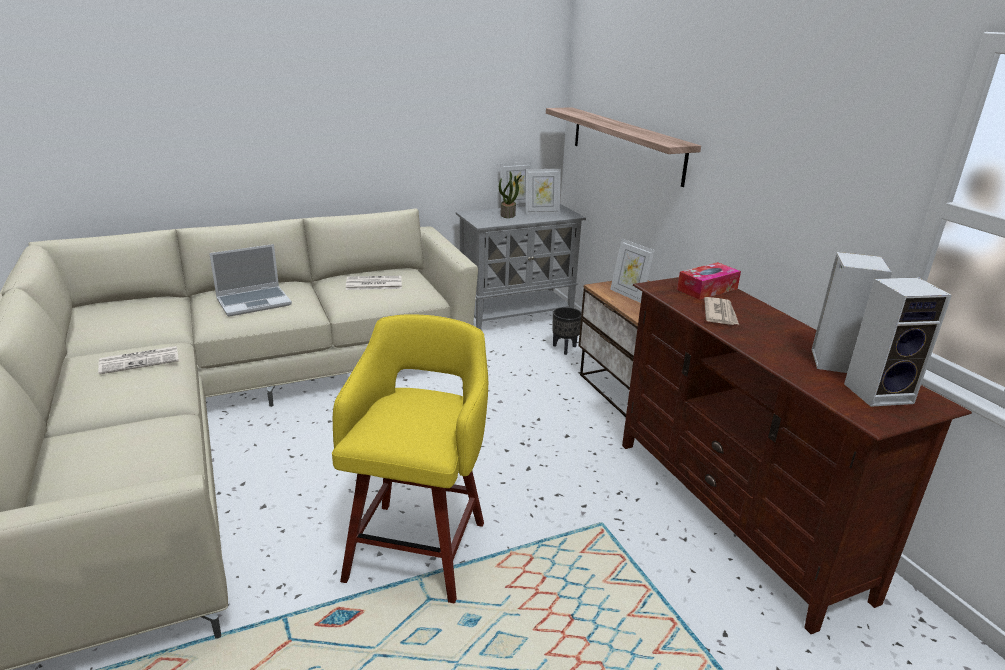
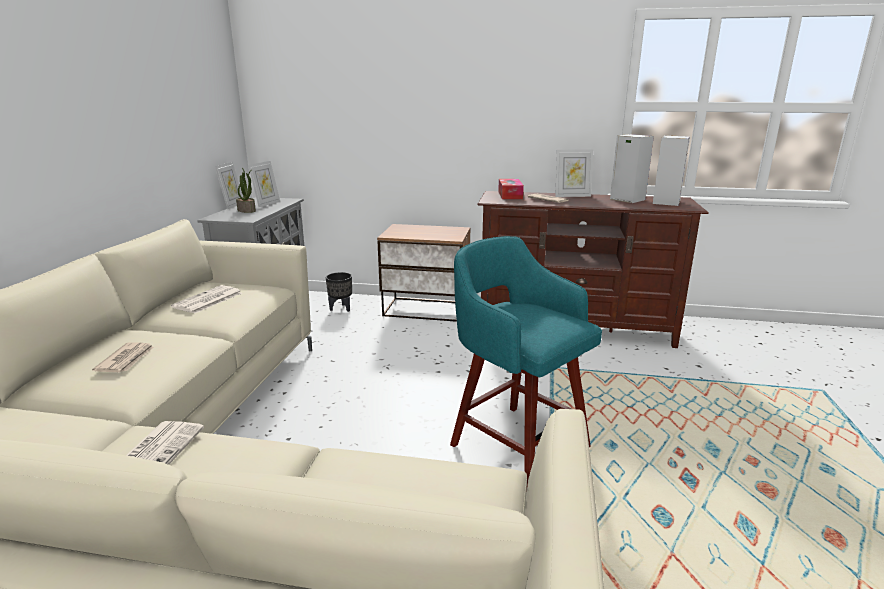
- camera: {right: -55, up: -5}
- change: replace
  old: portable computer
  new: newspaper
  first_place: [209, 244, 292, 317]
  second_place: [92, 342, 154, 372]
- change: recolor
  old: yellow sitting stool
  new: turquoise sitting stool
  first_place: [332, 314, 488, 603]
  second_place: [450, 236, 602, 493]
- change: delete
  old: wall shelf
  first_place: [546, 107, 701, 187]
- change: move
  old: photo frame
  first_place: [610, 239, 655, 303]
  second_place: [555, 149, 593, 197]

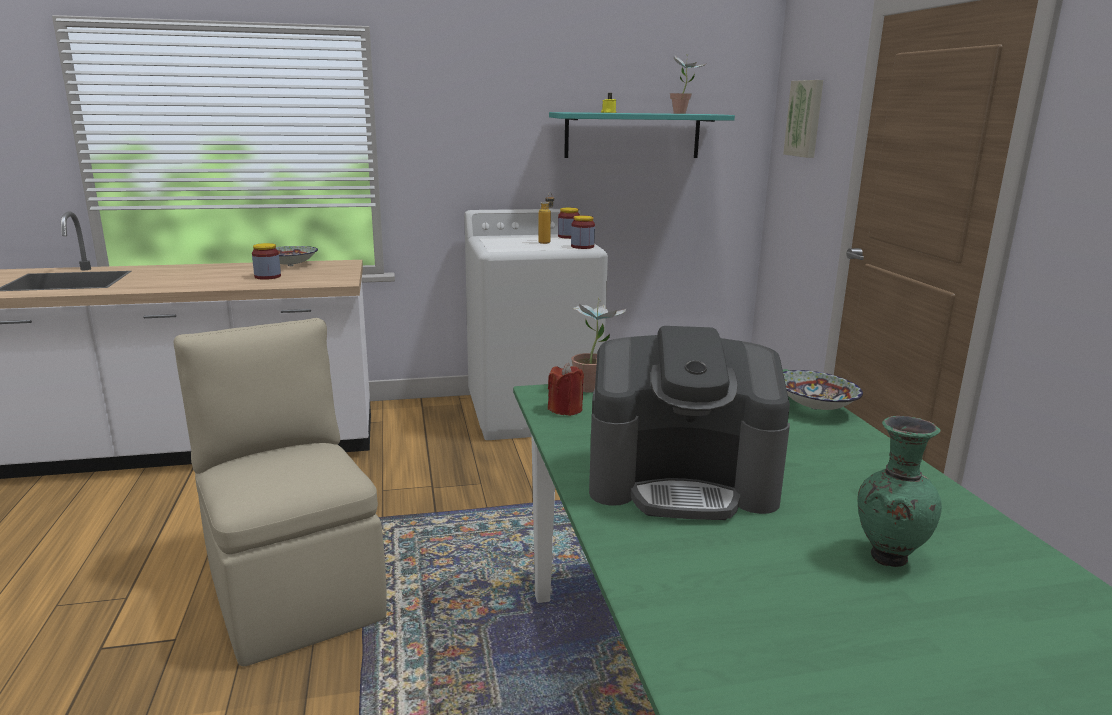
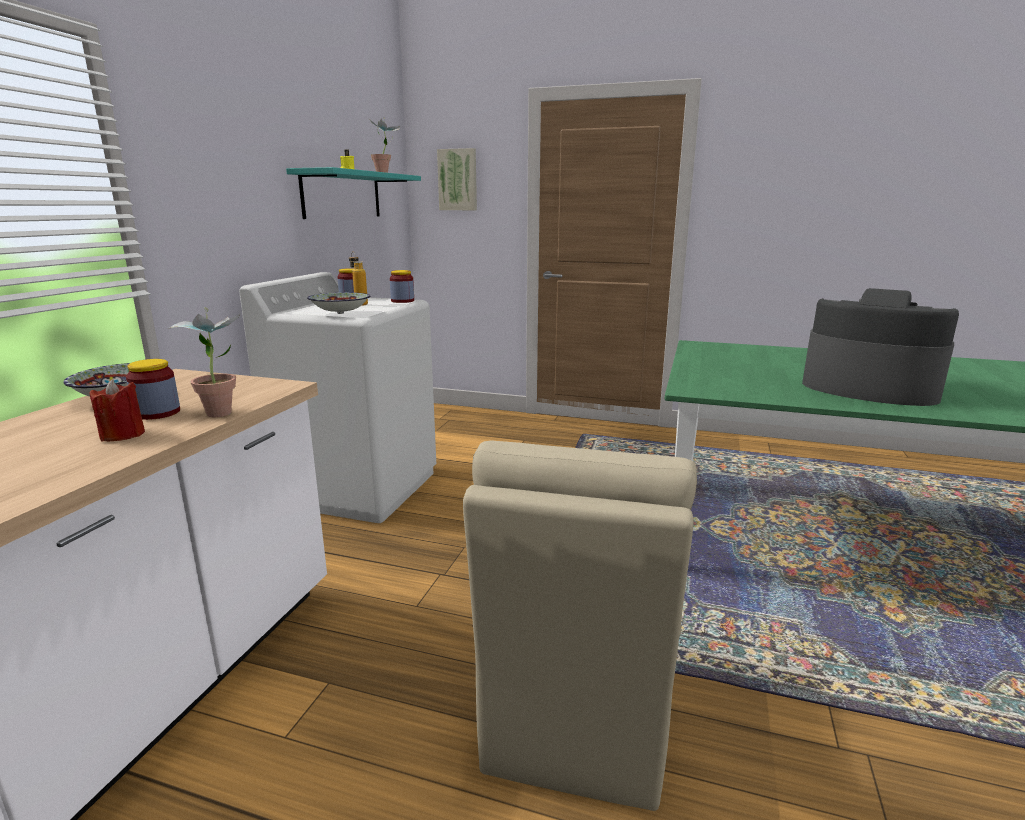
- camera: {right: -60, up: 0}
- change: rotate
  old: beige-coloured chair
  first_place: [174, 318, 387, 666]
  second_place: [463, 441, 697, 811]
  degrees: -75
- change: move
  old: reddish wax light
  first_place: [548, 363, 584, 416]
  second_place: [90, 379, 145, 442]
- change: move
  old: houseplant
  first_place: [571, 298, 626, 393]
  second_place: [169, 308, 240, 417]
- change: rotate
  old: coffee machine
  first_place: [589, 326, 790, 520]
  second_place: [802, 288, 959, 406]
  degrees: -90
- change: move
  old: bowl
  first_place: [783, 370, 863, 410]
  second_place: [307, 292, 370, 314]
- change: delete
  old: green decorative vase
  first_place: [857, 416, 942, 567]

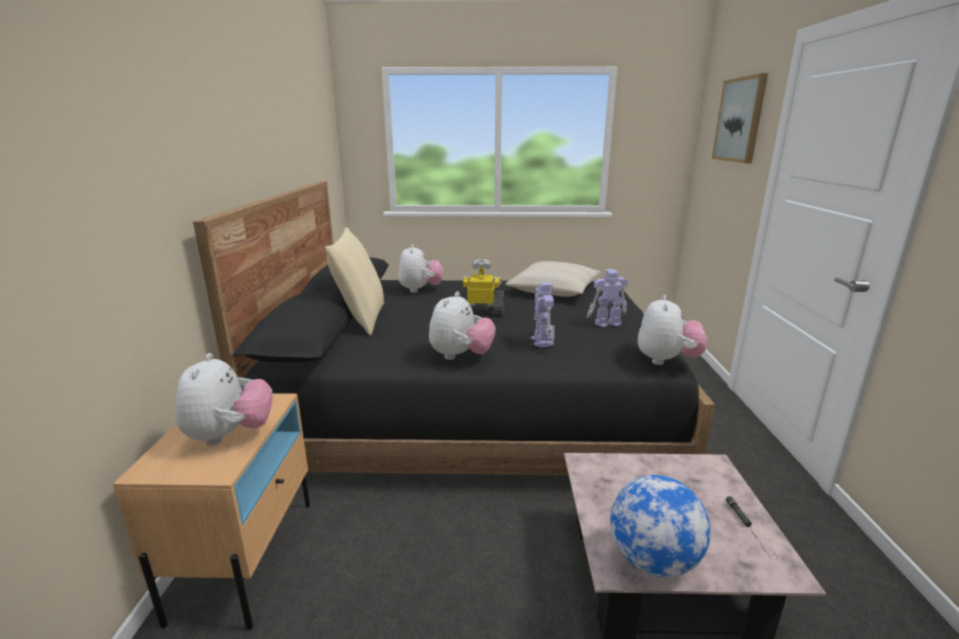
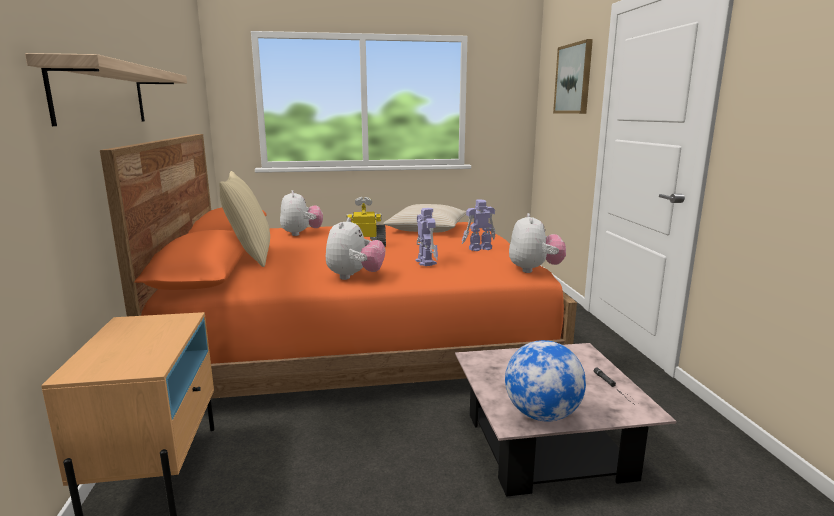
- camera: {right: -10, up: -5}
- change: delete
  old: soft toy
  first_place: [175, 353, 273, 446]
- change: recolor
  old: black bed
  new: orangey bed
  first_place: [193, 181, 715, 475]
  second_place: [100, 134, 577, 399]
- change: insert
  new: wall shelf
  second_place: [25, 53, 187, 126]

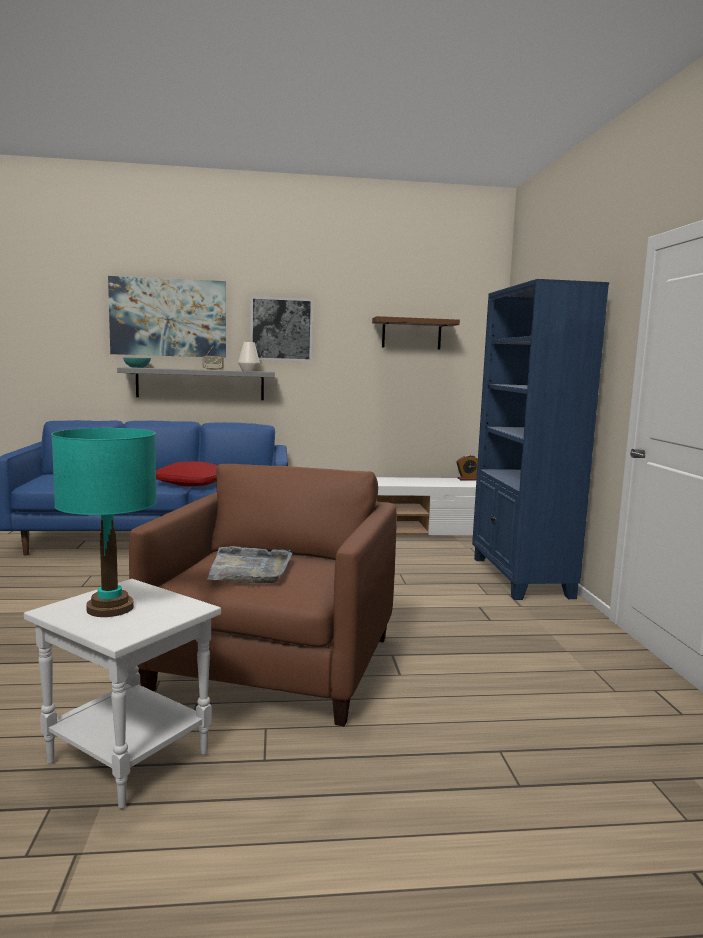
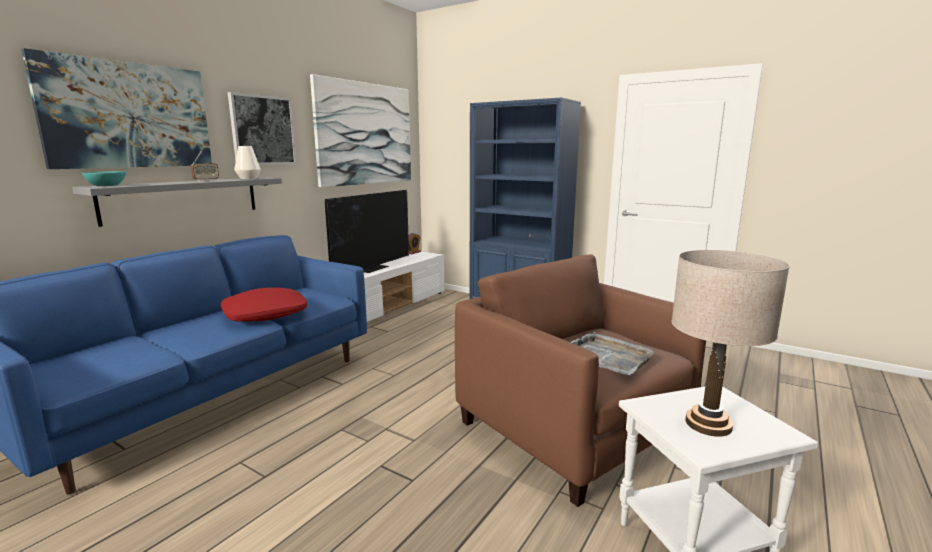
- camera: {right: -50, up: 5}
- change: recolor
  old: turquoise table lamp
  new: beige-coloured table lamp
  first_place: [51, 428, 157, 617]
  second_place: [671, 250, 790, 437]
- change: replace
  old: brown wall shelf
  new: wall picture
  first_place: [372, 316, 460, 350]
  second_place: [310, 74, 411, 187]
- change: insert
  new: TV set
  second_place: [325, 190, 409, 273]

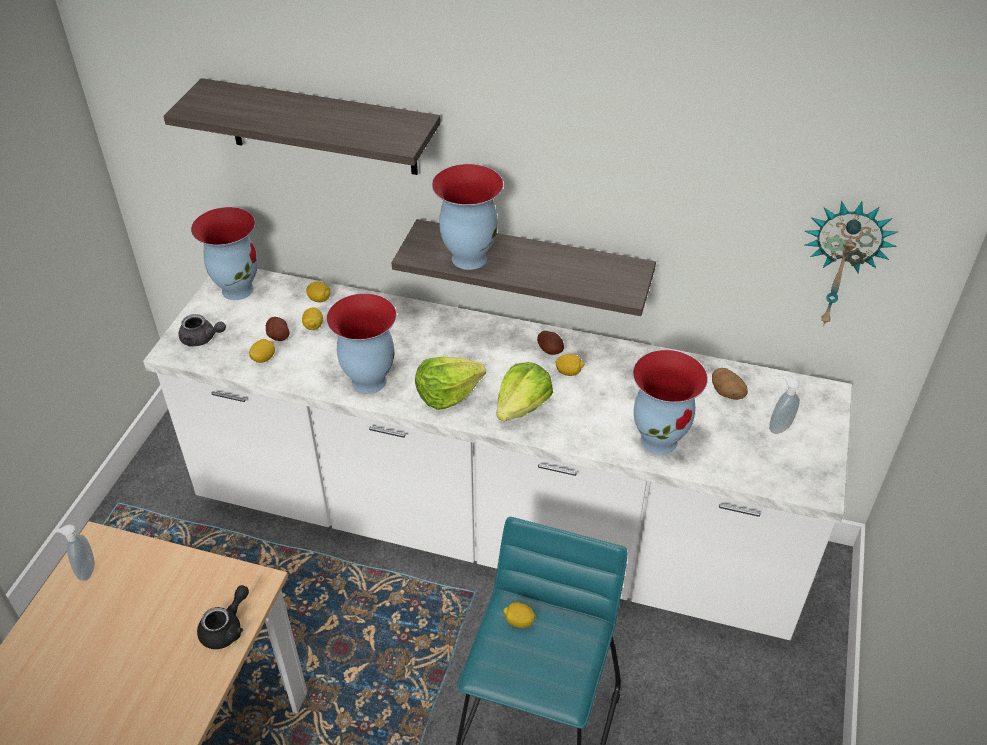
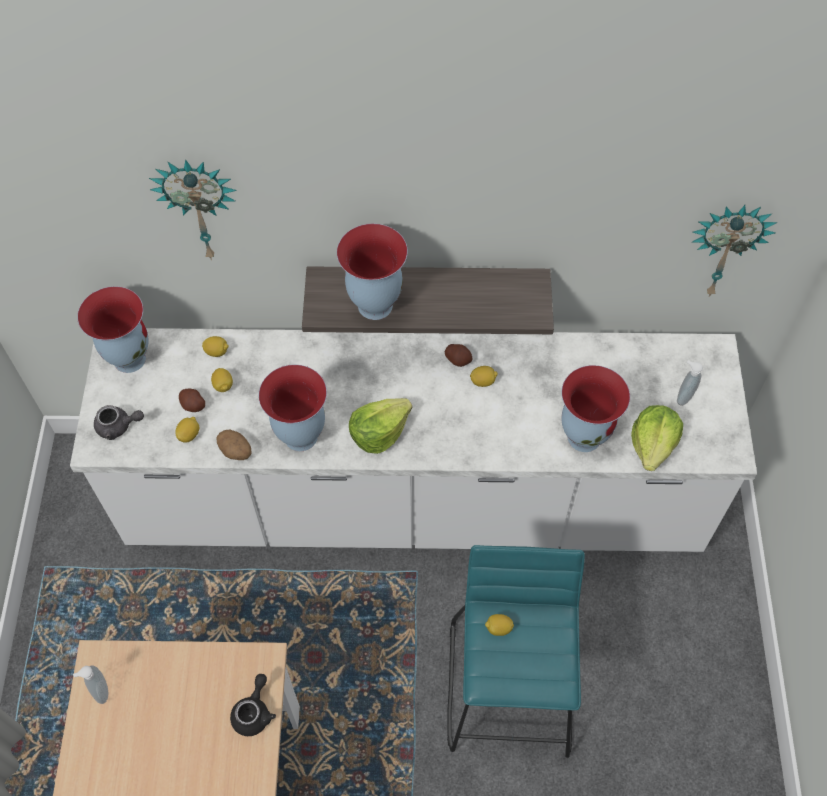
- camera: {right: -15, up: 15}
- change: replace
  old: wall shelf
  new: hanging clock
  first_place: [163, 78, 441, 175]
  second_place: [149, 159, 237, 260]
- change: move
  old: lettuce
  first_place: [496, 362, 553, 421]
  second_place: [631, 405, 683, 471]
- change: move
  old: spud
  first_place: [712, 368, 748, 400]
  second_place: [216, 430, 251, 460]

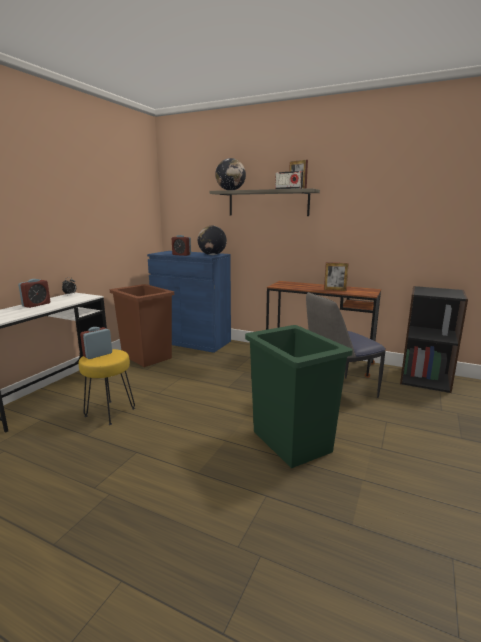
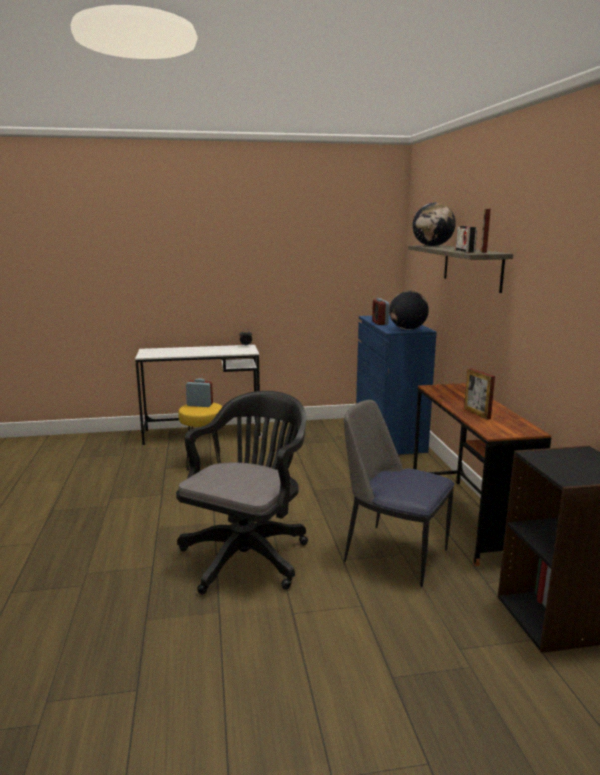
- camera: {right: 55, up: 0}
- change: delete
  old: alarm clock
  first_place: [18, 279, 50, 308]
- change: delete
  old: brown trash can
  first_place: [110, 284, 174, 367]
- change: replace
  old: green trash can
  new: black office chair
  first_place: [245, 325, 353, 468]
  second_place: [176, 391, 308, 594]

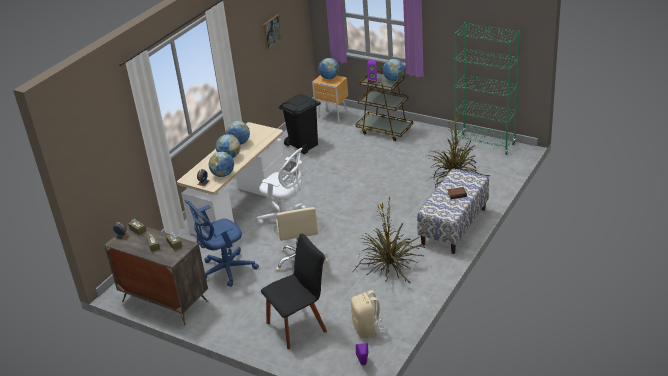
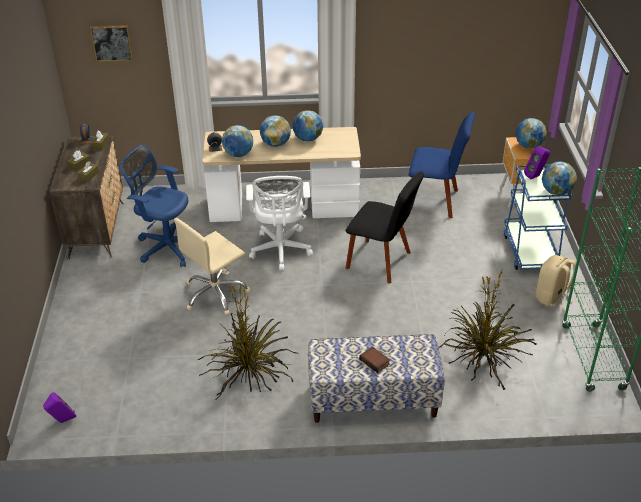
- camera: {right: 55, up: 5}
- change: move
  old: black chair
  first_place: [261, 233, 327, 349]
  second_place: [345, 171, 424, 283]
- change: move
  old: wall picture
  first_place: [263, 14, 282, 49]
  second_place: [90, 25, 133, 62]
- change: replace
  old: black trash can
  new: blue chair
  first_place: [279, 94, 321, 154]
  second_place: [408, 112, 475, 219]
- change: move
  old: beige-coloured rucksack
  first_place: [351, 290, 386, 338]
  second_place: [536, 255, 576, 310]
- change: recolor
  old: brown trolley
  new: blue trolley
  first_place: [356, 67, 413, 141]
  second_place: [503, 165, 572, 270]

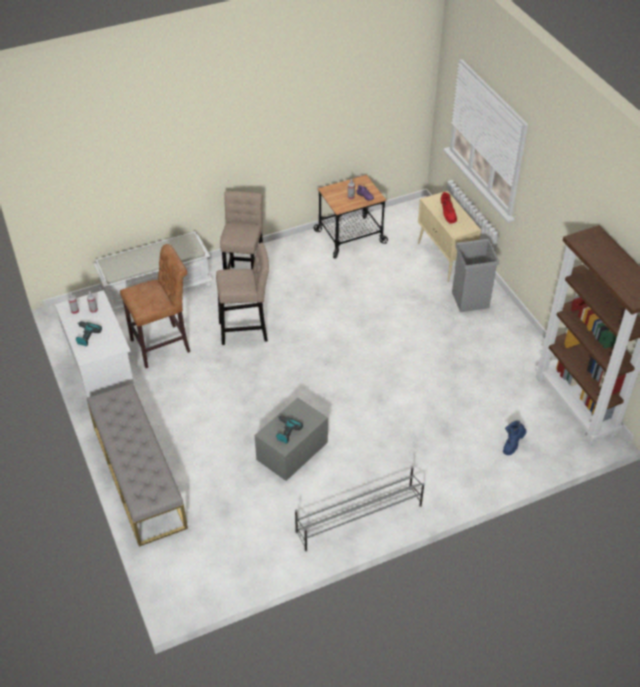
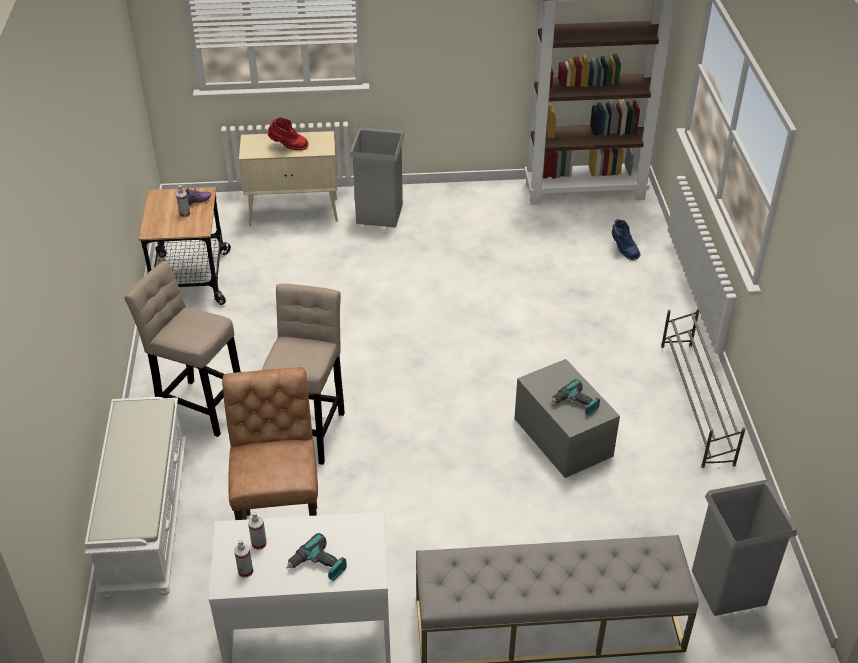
- camera: {right: -70, up: -5}
- change: insert
  new: grey trash can
  second_place: [692, 480, 797, 616]

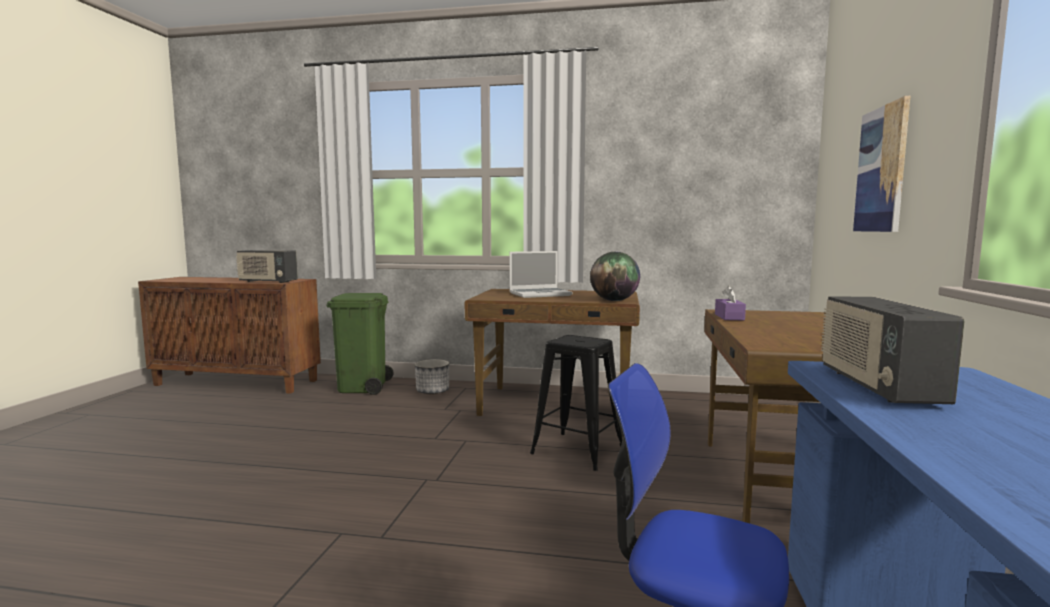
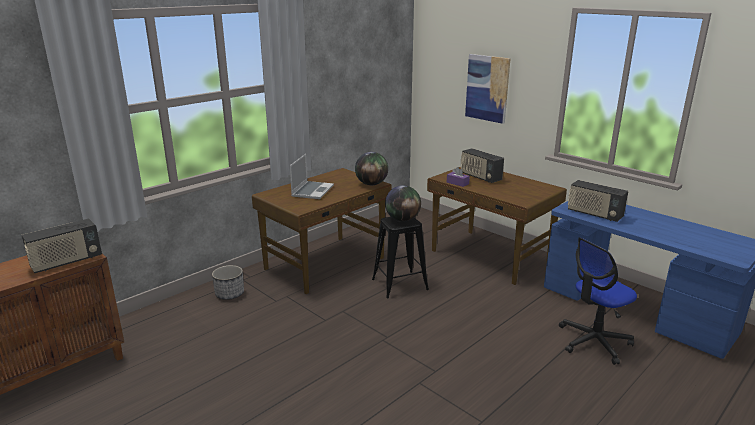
- camera: {right: -55, up: 15}
- change: delete
  old: green trash can
  first_place: [326, 293, 394, 395]
- change: insert
  new: desk globe
  second_place: [385, 185, 421, 221]
- change: insert
  new: radio
  second_place: [461, 148, 504, 183]

